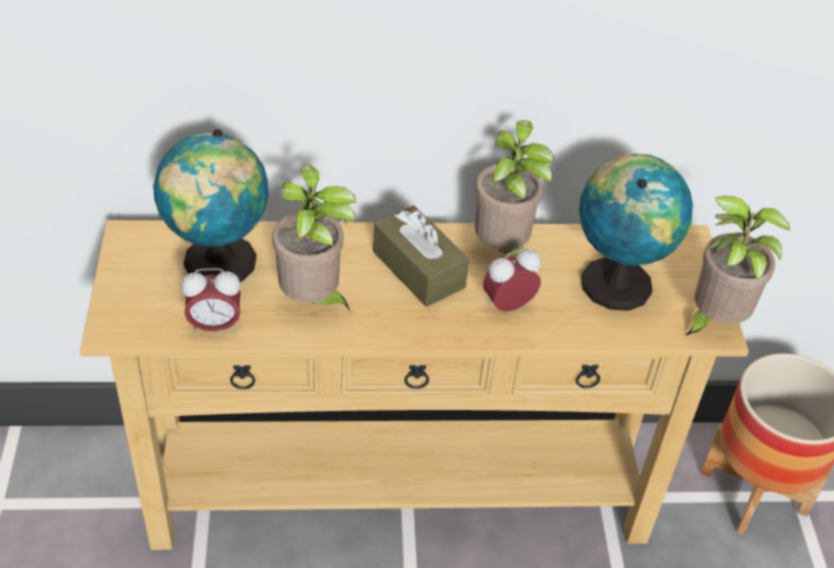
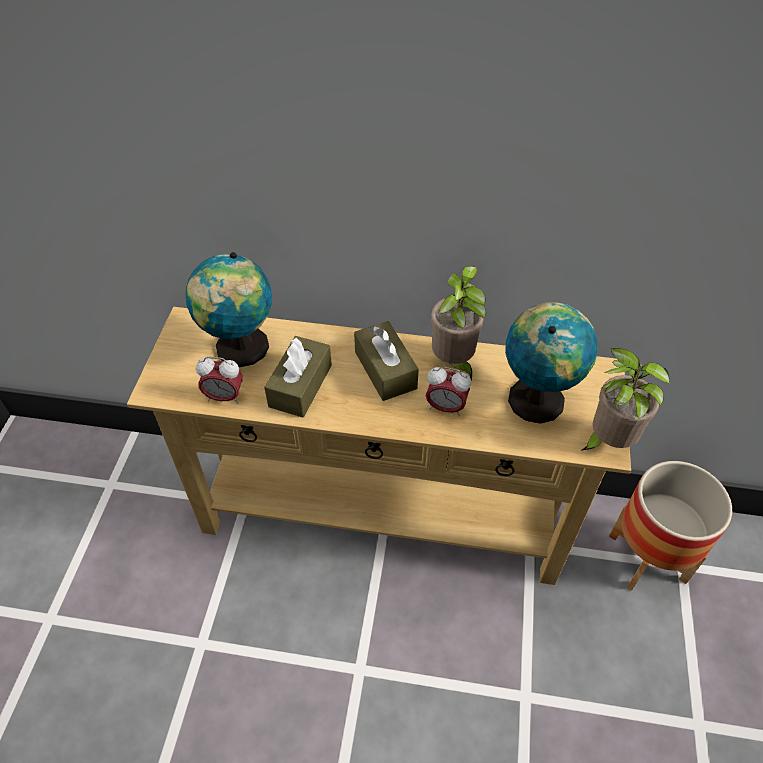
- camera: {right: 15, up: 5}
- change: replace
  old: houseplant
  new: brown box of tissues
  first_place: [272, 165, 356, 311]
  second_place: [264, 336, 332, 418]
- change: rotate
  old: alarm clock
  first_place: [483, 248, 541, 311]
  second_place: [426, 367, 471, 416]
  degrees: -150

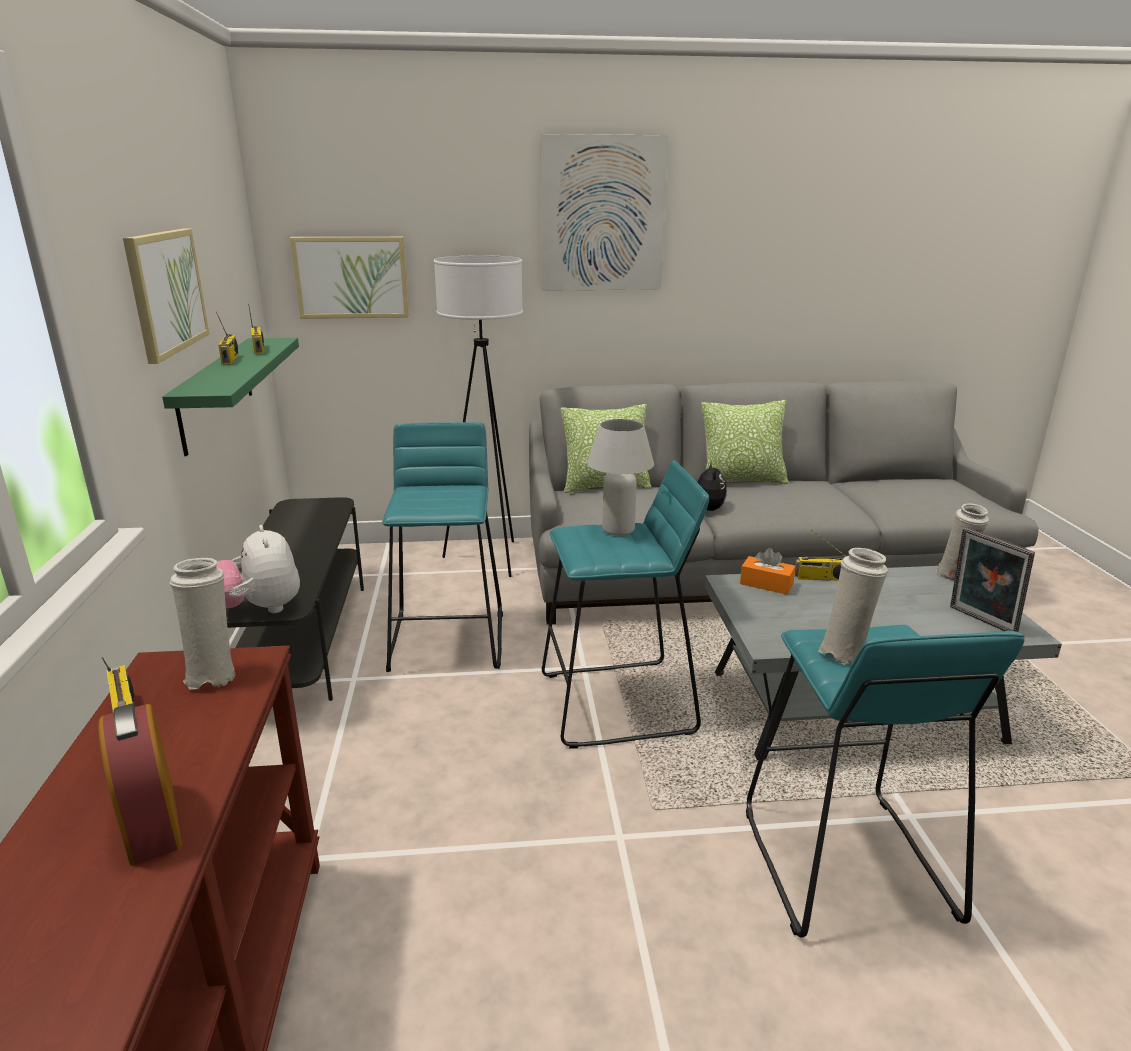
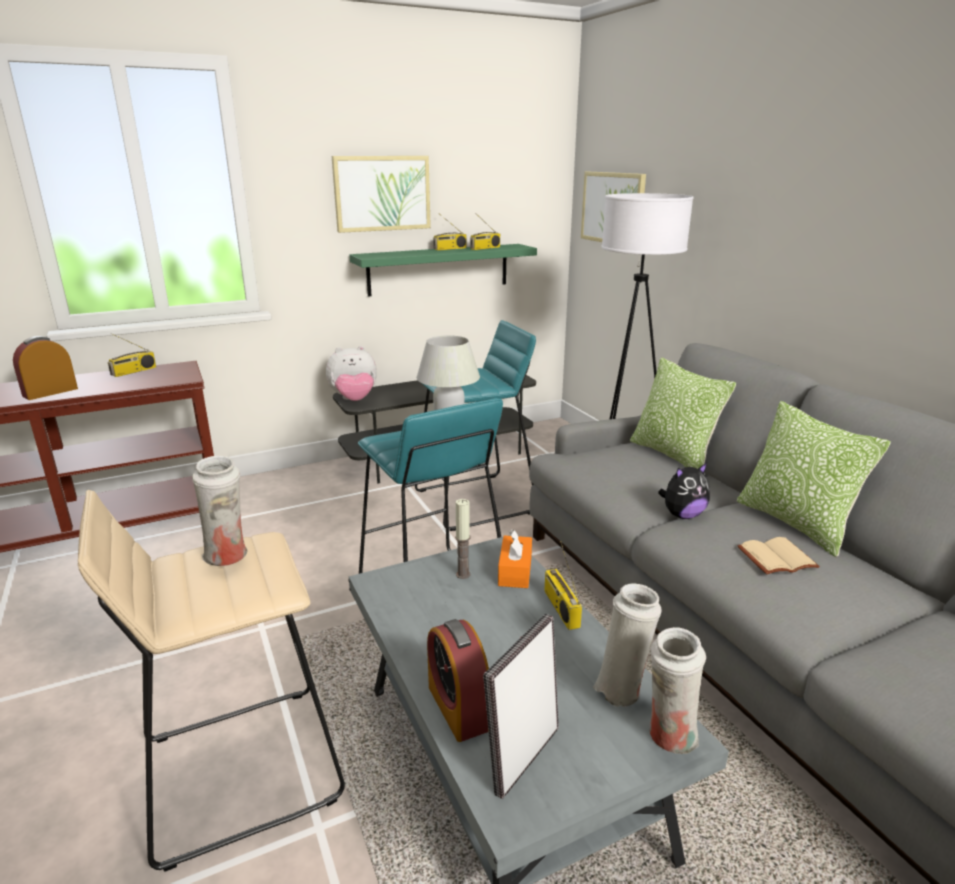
- camera: {right: 70, up: 0}
- change: move
  old: white-coloured decorative vase
  first_place: [170, 558, 235, 690]
  second_place: [593, 583, 662, 707]
- change: rotate
  old: soft toy
  first_place: [216, 525, 300, 613]
  second_place: [326, 346, 377, 401]
  degrees: -150
- change: delete
  old: wall picture
  first_place: [541, 134, 669, 291]
- change: recolor
  old: turquoise sitting stool
  new: beige-coloured sitting stool
  first_place: [746, 625, 1025, 937]
  second_place: [78, 490, 345, 872]
- change: insert
  new: alarm clock
  second_place: [427, 619, 489, 742]
- change: insert
  new: wax light
  second_place: [455, 499, 470, 579]
- change: insert
  new: beige-coloured bound book
  second_place: [738, 537, 820, 575]

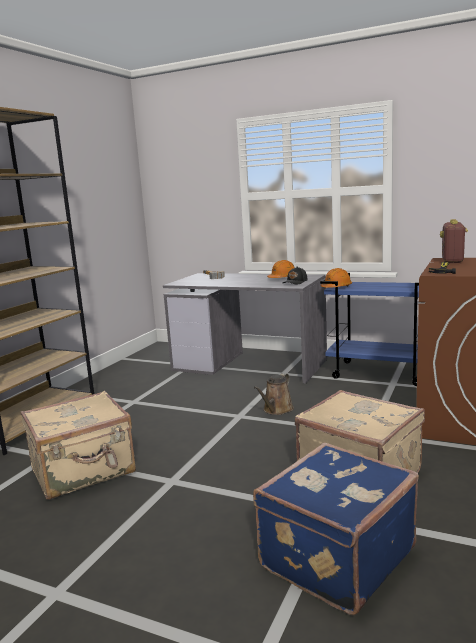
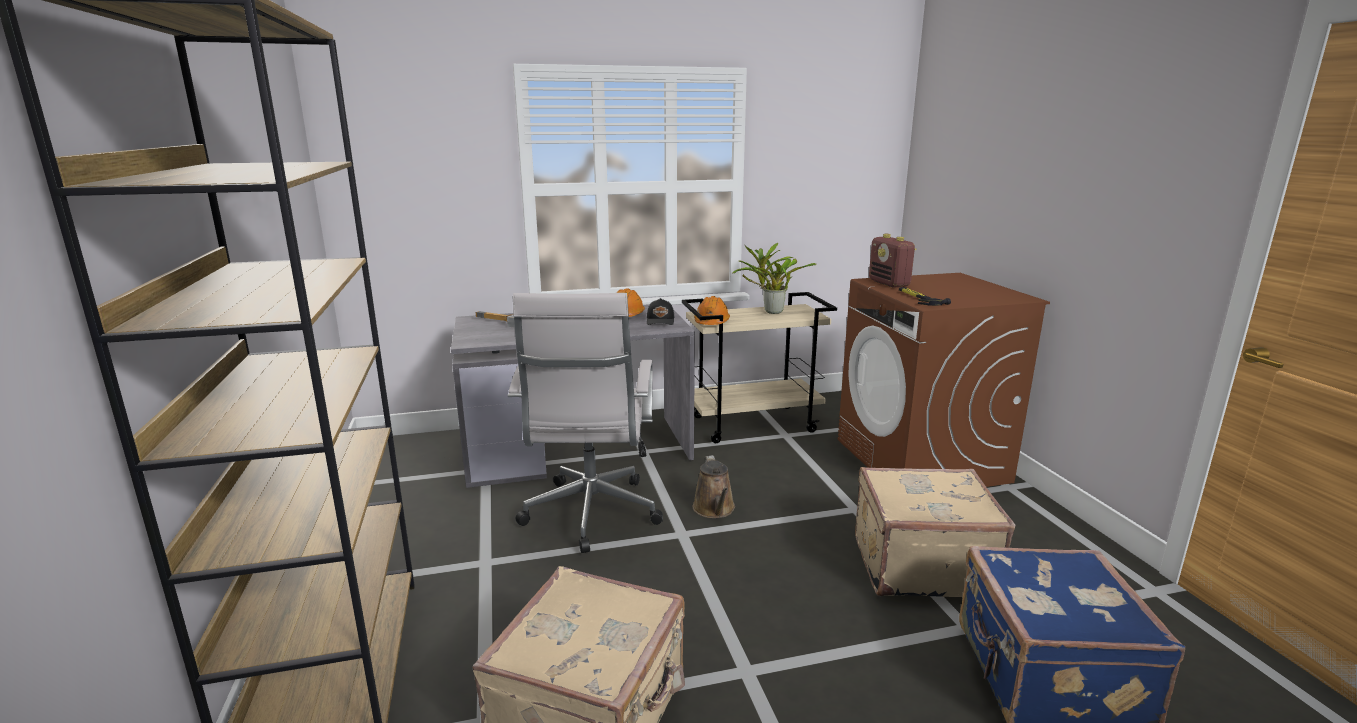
- camera: {right: -40, up: 5}
- change: recolor
  old: blue trolley
  new: beige-coloured trolley
  first_place: [320, 273, 422, 386]
  second_place: [682, 292, 837, 443]
- change: insert
  new: white-coloured office chair
  second_place: [508, 293, 663, 553]
- change: insert
  new: houseplant
  second_place: [732, 243, 817, 314]

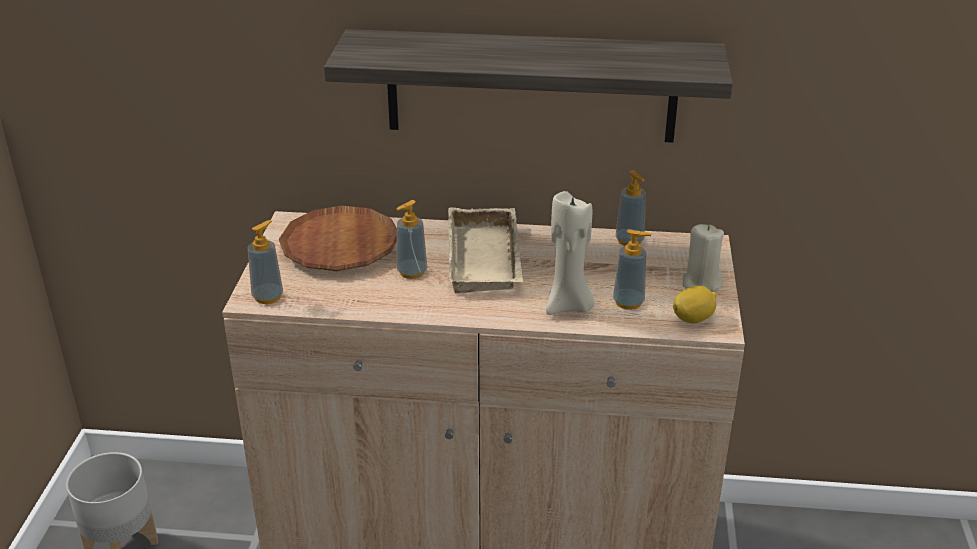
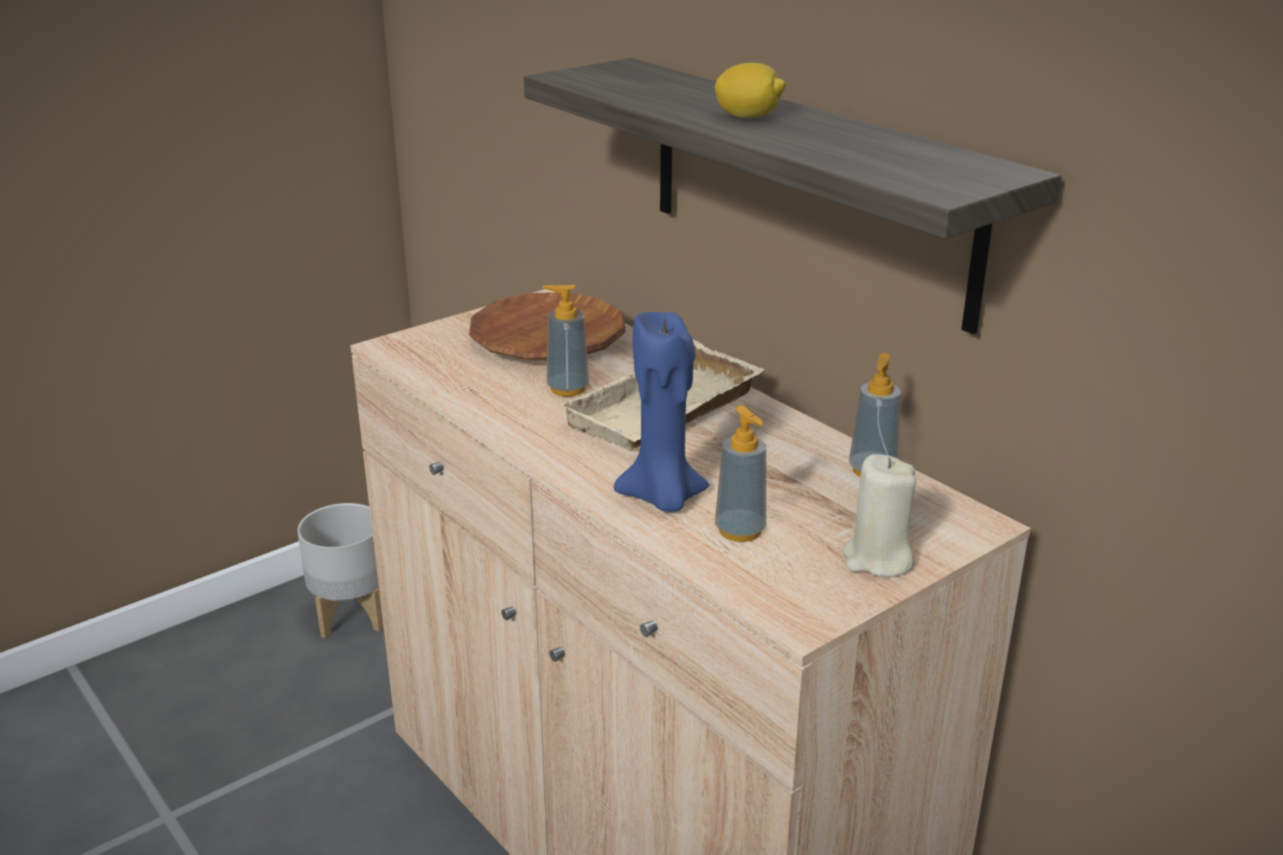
- camera: {right: 45, up: -5}
- change: delete
  old: soap dispenser
  first_place: [248, 220, 283, 304]
- change: recolor
  old: beige-coloured wax light
  new: blue wax light
  first_place: [546, 191, 594, 315]
  second_place: [614, 312, 709, 512]
- change: move
  old: whole lemon
  first_place: [673, 286, 717, 323]
  second_place: [715, 63, 786, 118]

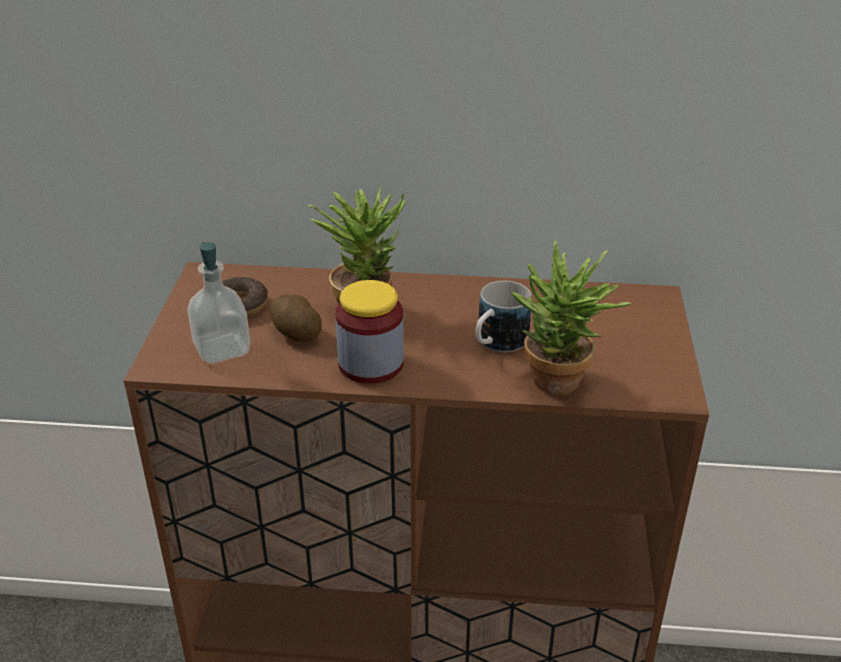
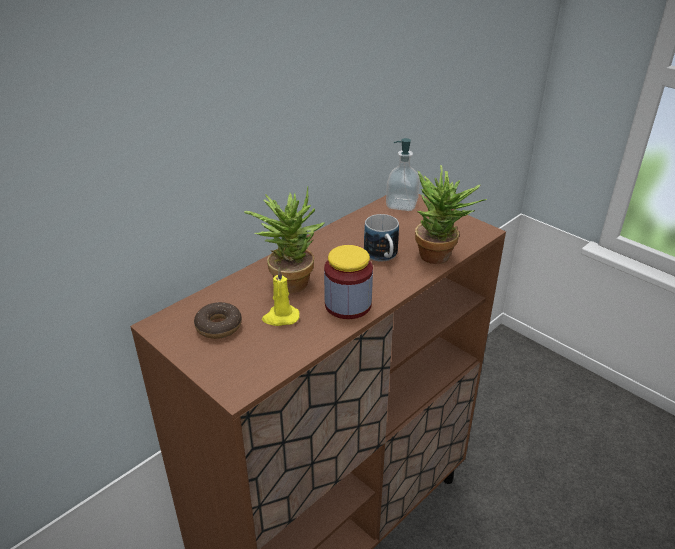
- camera: {right: -50, up: 0}
- change: move
  old: soap dispenser
  first_place: [187, 242, 250, 364]
  second_place: [386, 138, 420, 211]
- change: replace
  old: spud
  new: yellow wax light
  first_place: [270, 294, 322, 342]
  second_place: [262, 268, 300, 326]

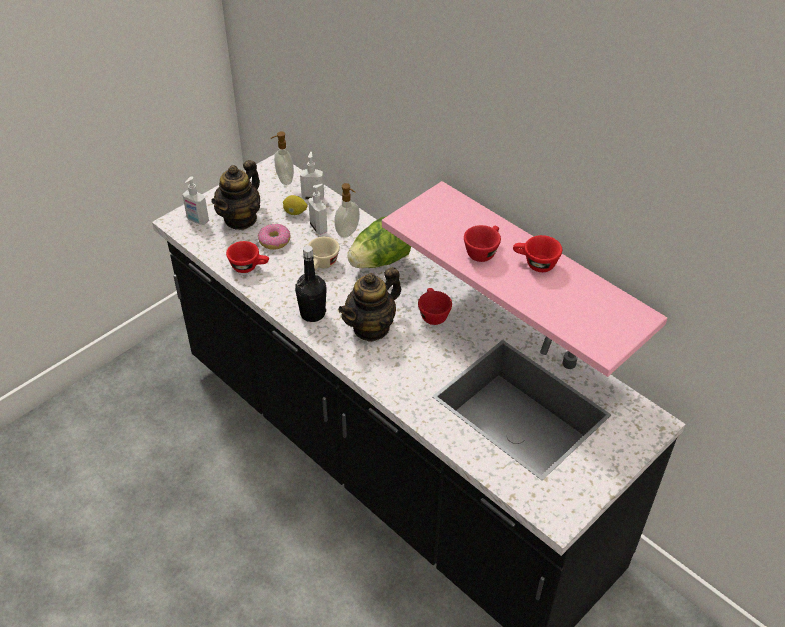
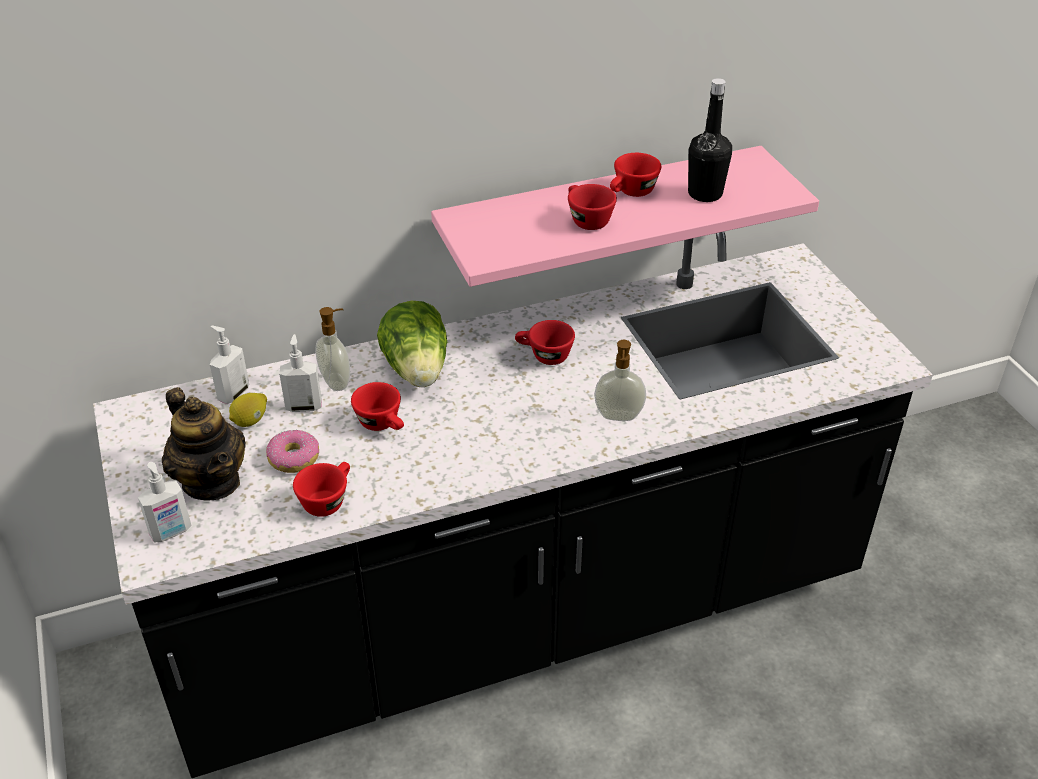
- camera: {right: -65, up: -5}
- change: move
  old: soap dispenser
  first_place: [271, 131, 294, 185]
  second_place: [594, 340, 646, 421]
- change: move
  old: black drink bottle
  first_place: [295, 246, 327, 322]
  second_place: [688, 78, 732, 202]
- change: recolor
  old: beige-coloured small cup
  new: reddish small cup
  first_place: [308, 237, 340, 271]
  second_place: [351, 382, 404, 431]
- change: delete
  old: tea pot
  first_place: [338, 267, 401, 342]

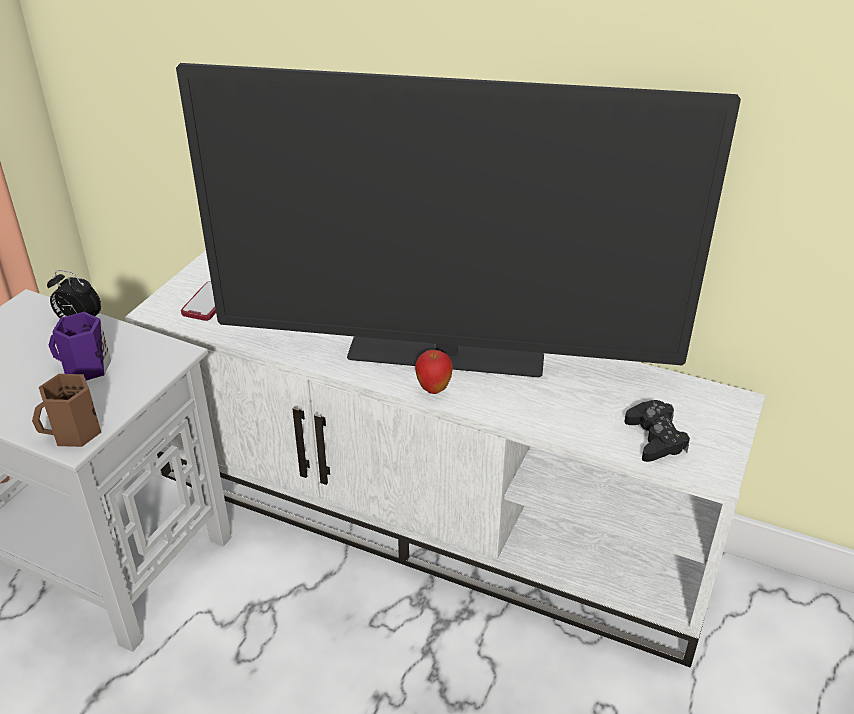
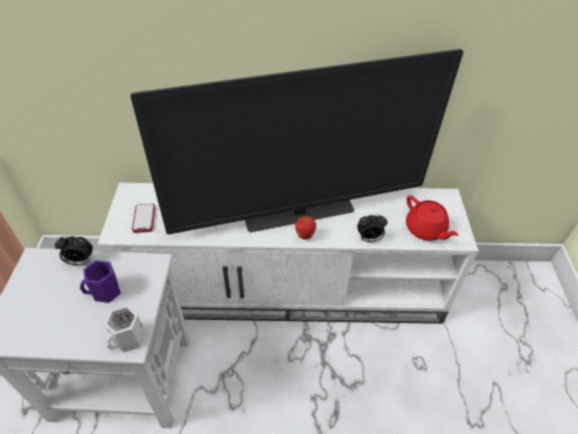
- camera: {right: -25, up: 10}
- change: recolor
  old: brown coffee mug
  new: white-coloured coffee mug
  first_place: [32, 374, 101, 447]
  second_place: [104, 306, 145, 352]
- change: replace
  old: black game controller
  new: reddish tea pot
  first_place: [624, 400, 690, 462]
  second_place: [406, 195, 458, 241]
- change: insert
  new: alarm clock
  second_place: [357, 215, 388, 242]

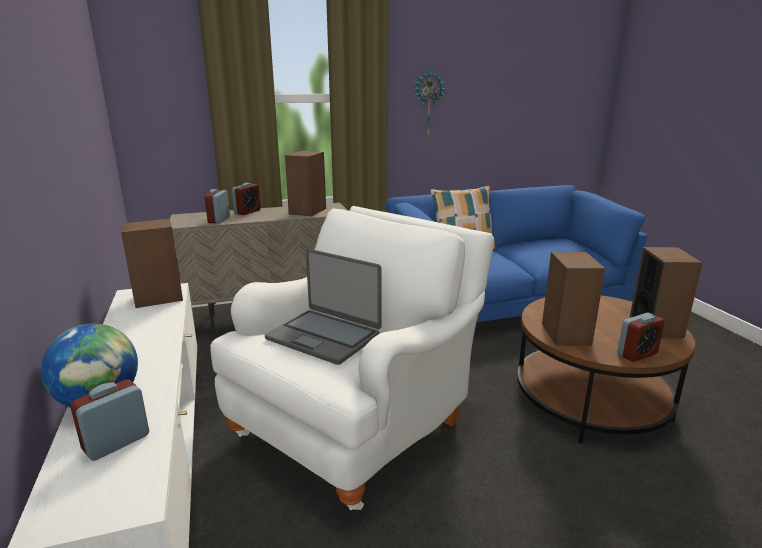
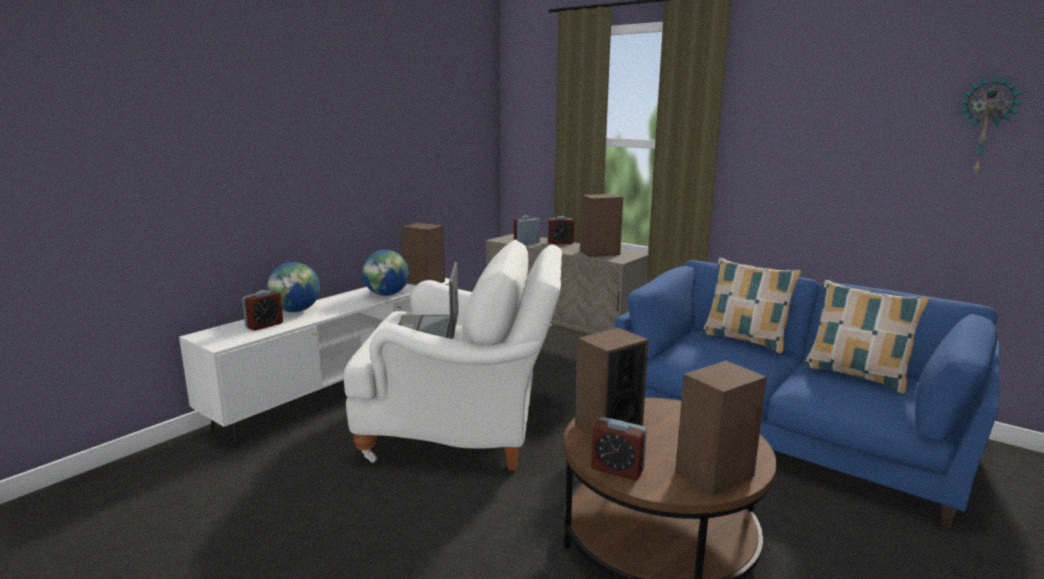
- camera: {right: 55, up: -5}
- change: rotate
  old: alarm clock
  first_place: [70, 380, 149, 461]
  second_place: [242, 290, 283, 331]
  degrees: 120
- change: move
  old: hanging clock
  first_place: [413, 69, 445, 136]
  second_place: [958, 74, 1024, 175]
- change: insert
  new: desk globe
  second_place: [362, 250, 409, 296]
- change: insert
  new: throw pillow
  second_place: [803, 280, 930, 394]

